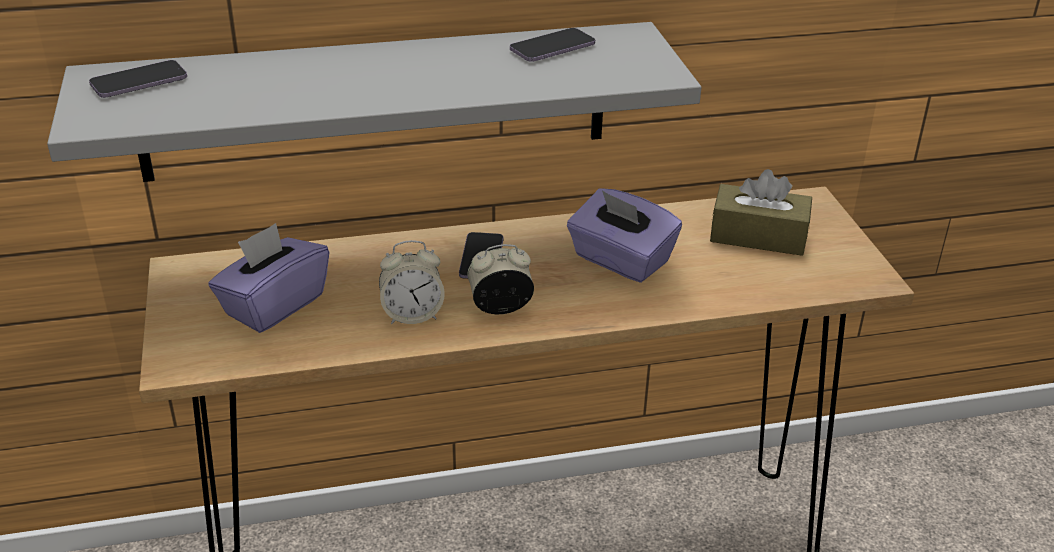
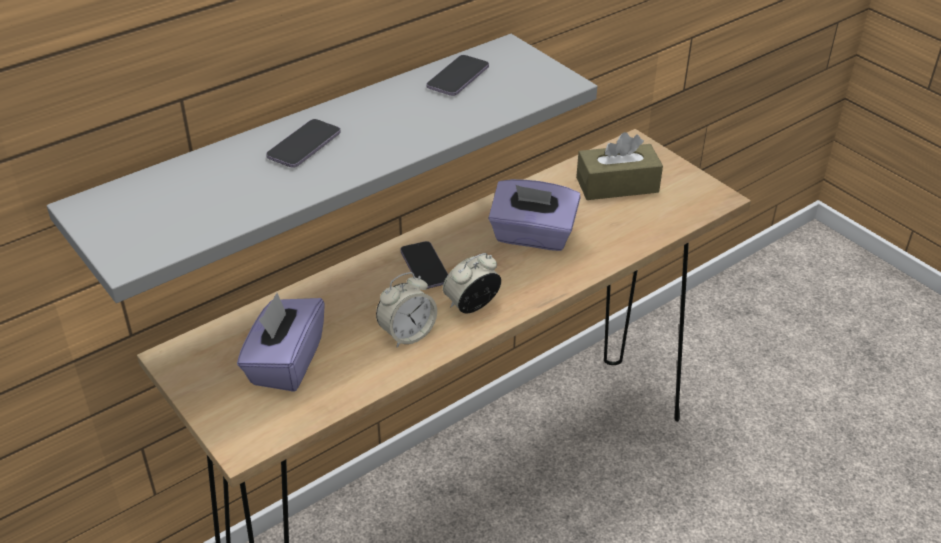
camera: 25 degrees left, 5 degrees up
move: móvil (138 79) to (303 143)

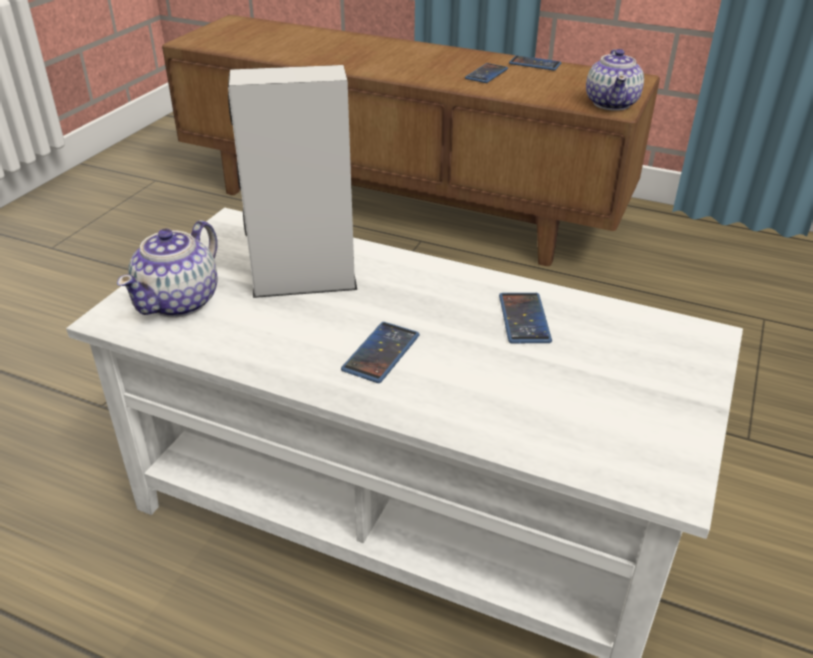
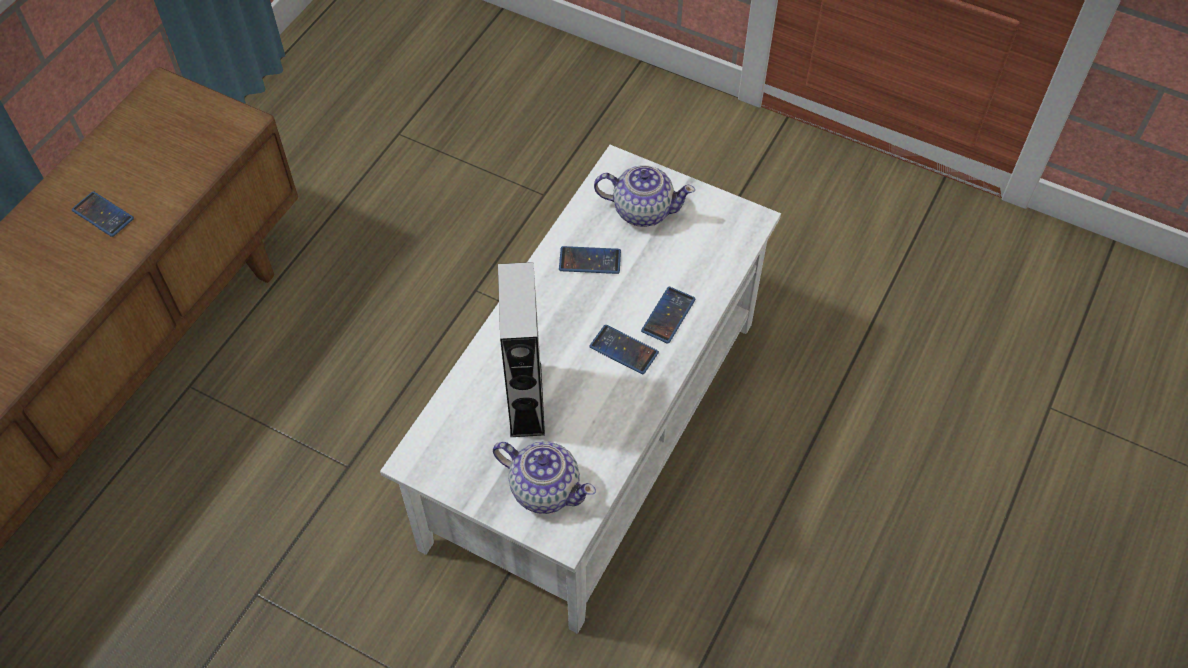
camera: 85 degrees left, 20 degrees up
move: móvil (535 63) to (668 315); tetera (615 80) to (644 196)

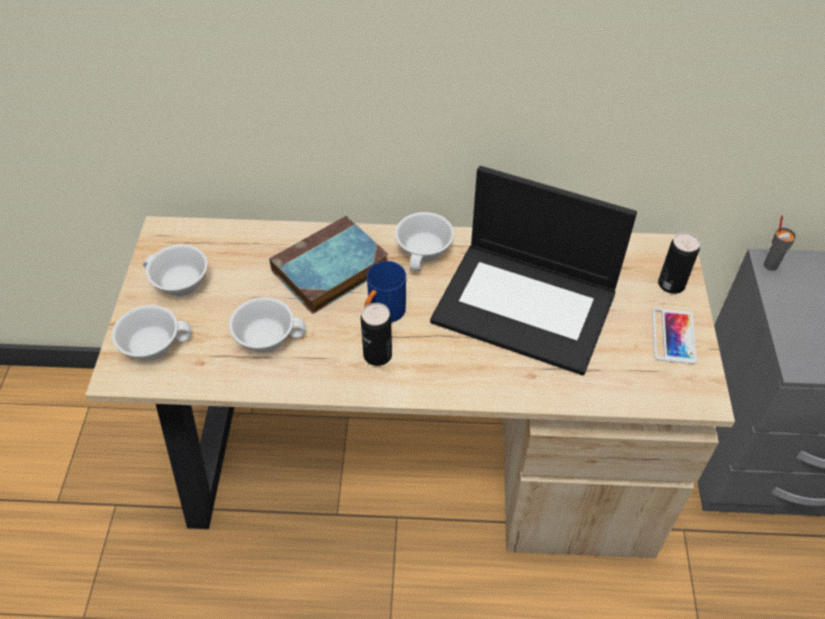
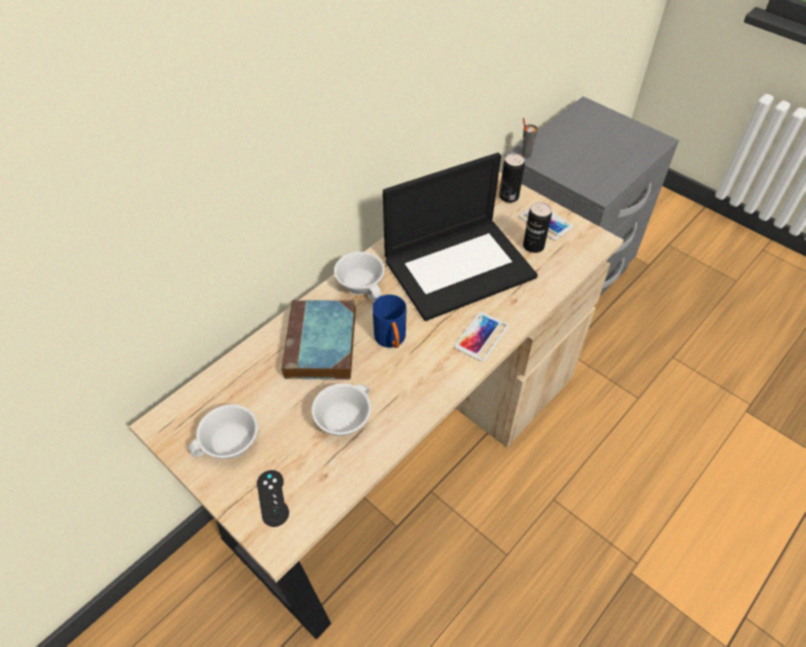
camera: 50 degrees left, 0 degrees up
insert: móvil (481 337)
move: lata (376 334) to (537 227)
replace: taza (blanco) (151 333) to mando de consola (negro) (273 498)

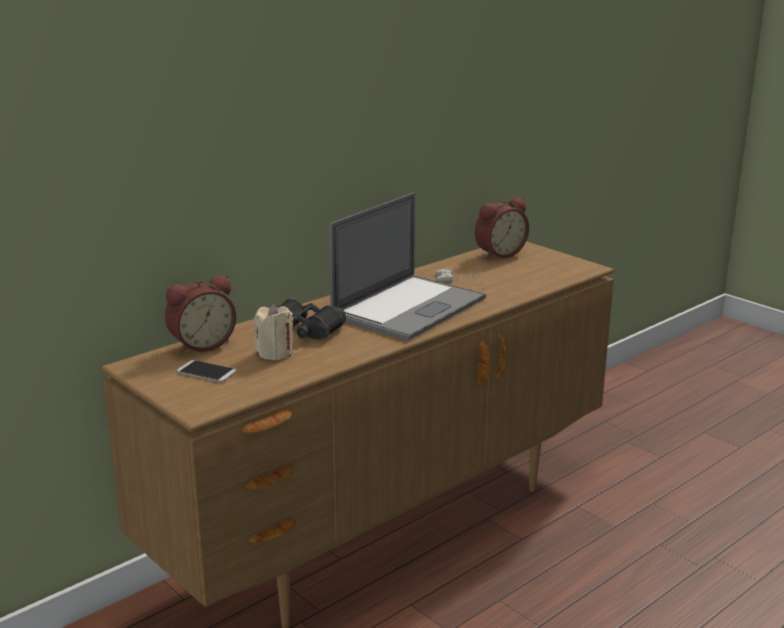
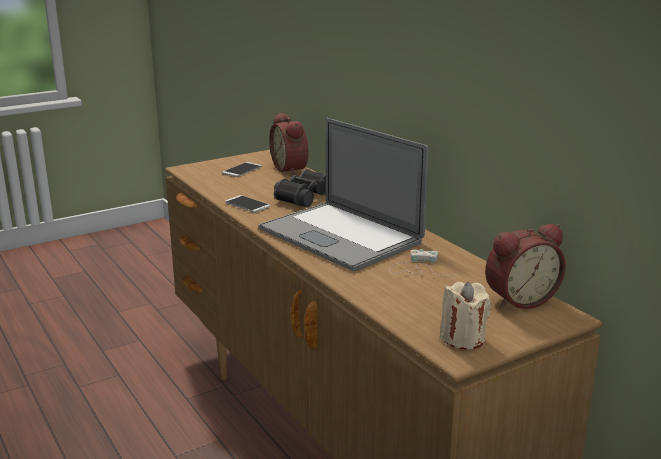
camera: 100 degrees right, 0 degrees up
insert: móvil (247 204)
move: vela (beis) (274 332) to (465 316)
rotate: despertador (502 228) = (525 266) 90 degrees counterclockwise

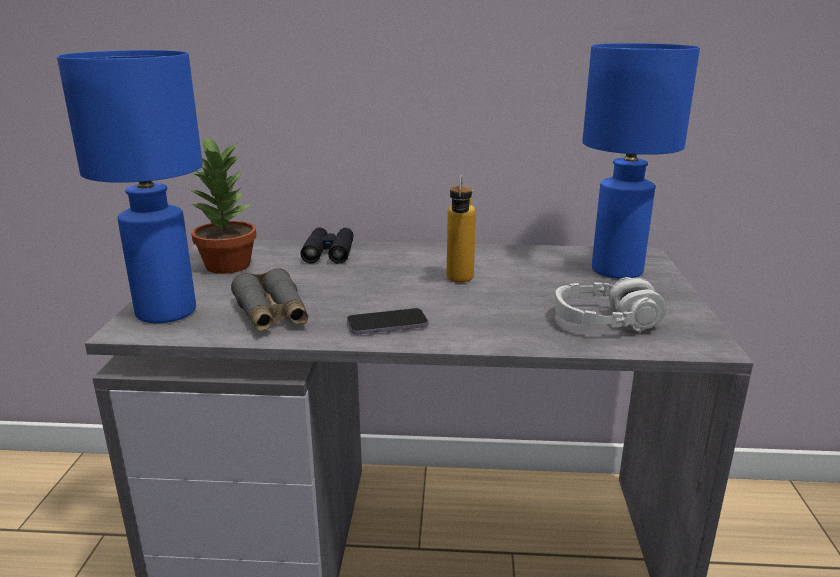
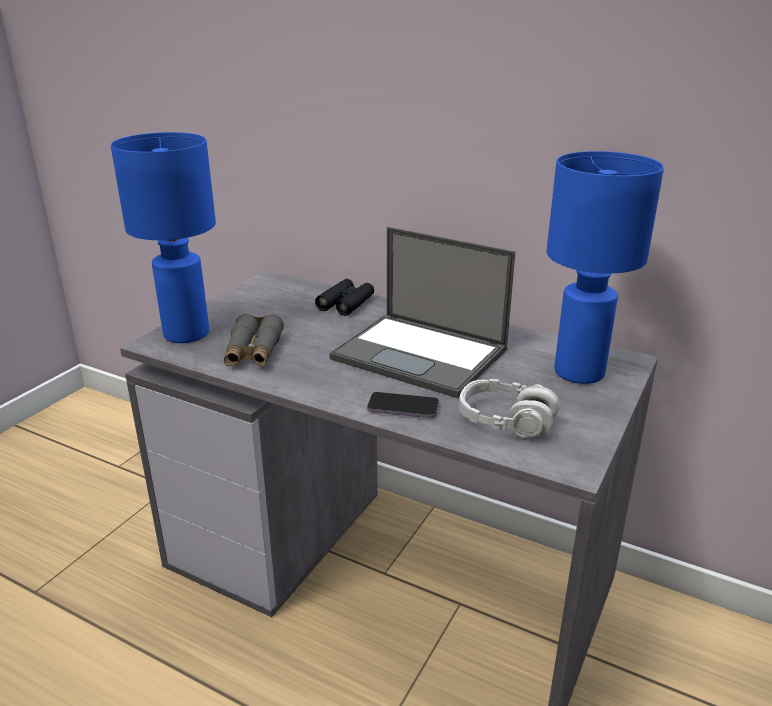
camera: 25 degrees right, 5 degrees up
delete: planta en maceta (223 205)
move: móvil (387 321) to (403 405)
replace: botella (461 229) to portátil (422 312)

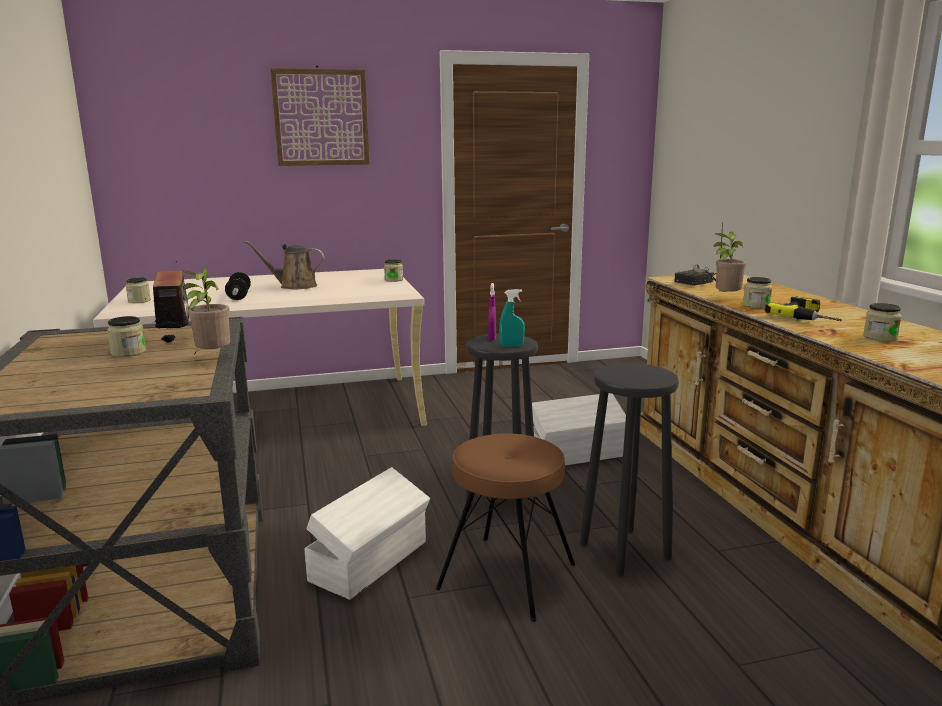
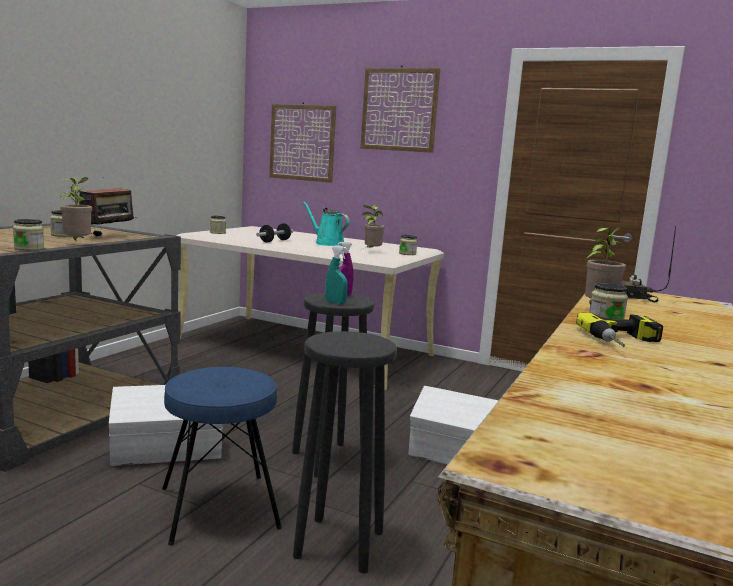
camera: 40 degrees right, 5 degrees down
insert: cuadro (302 142); planta en maceta (373 226)
move: tarro (882 322) to (28 235)
recolor: regadera (marrón) (284 265) to regadera (turquesa) (326 224); taburete (marrón) (505 527) to taburete (azul) (222 456)

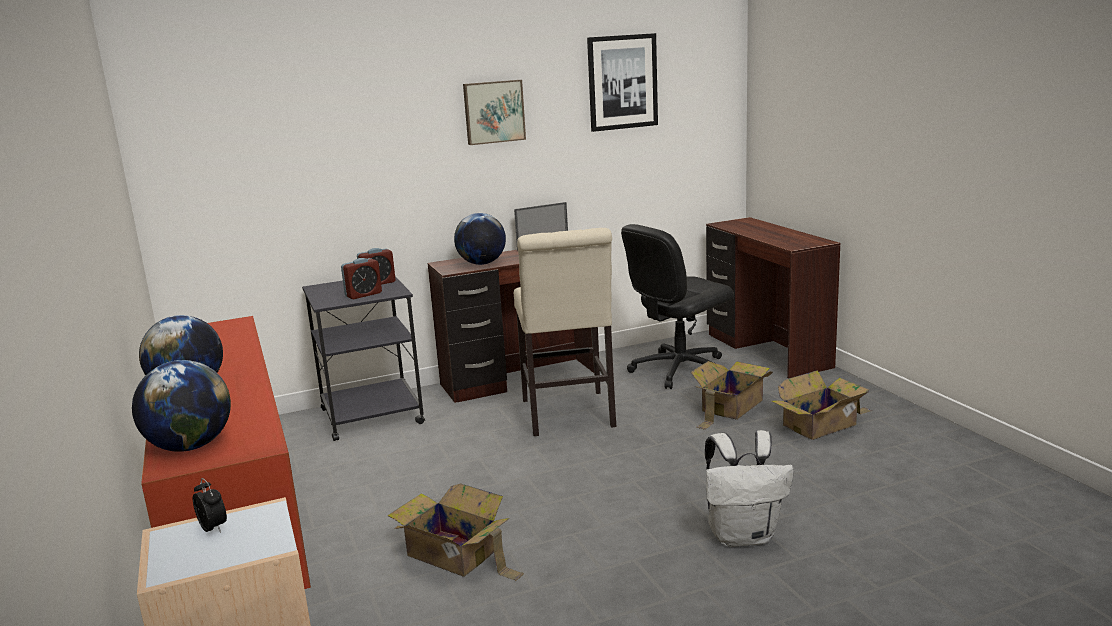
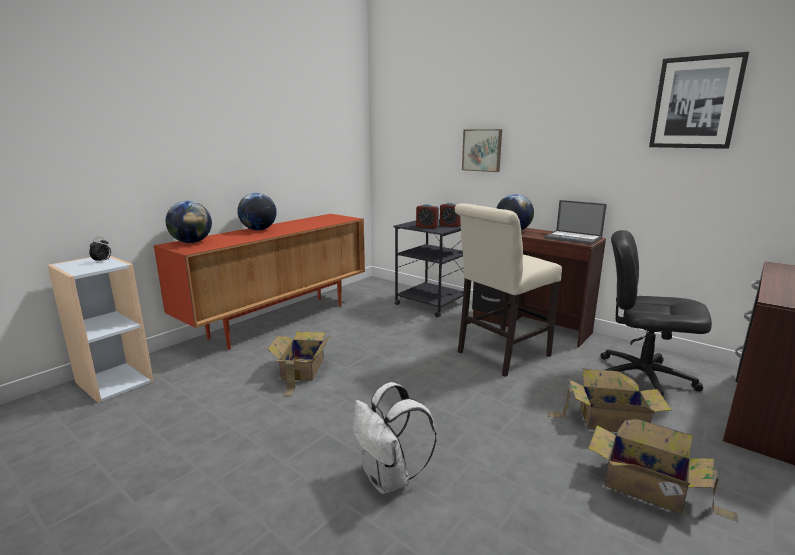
camera: 60 degrees right, 0 degrees up
move: cuadro (494 112) to (482 150)

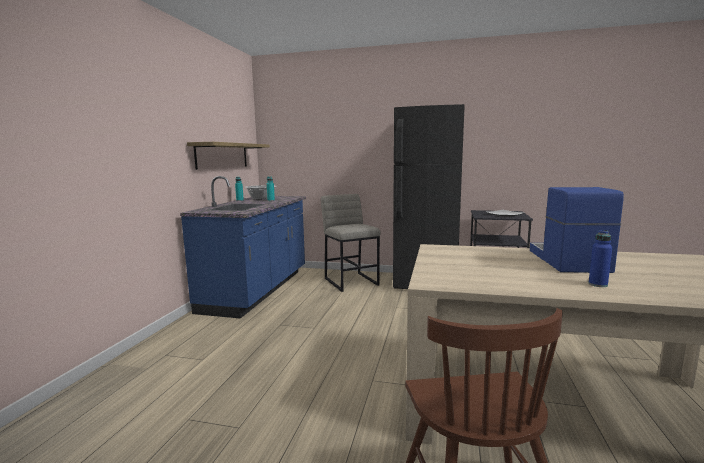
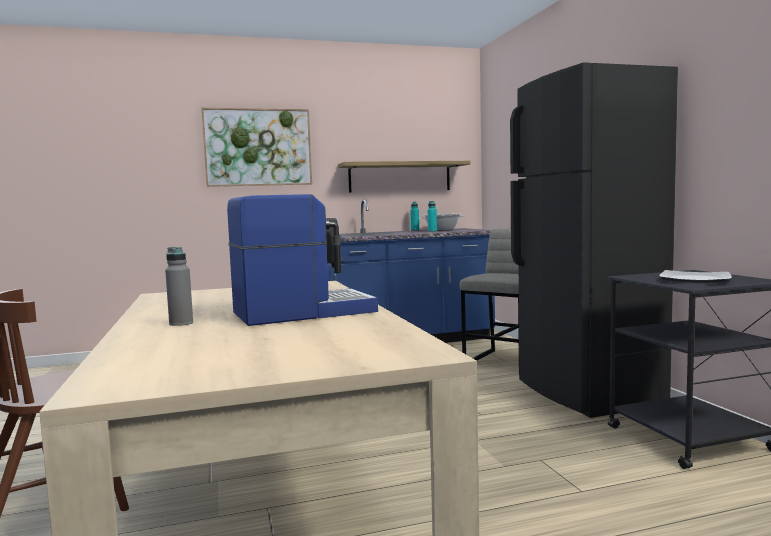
camera: 60 degrees right, 5 degrees down
insert: cuadro (257 147)
recolor: botella (azul) (600 258) to botella (gris) (179 286)

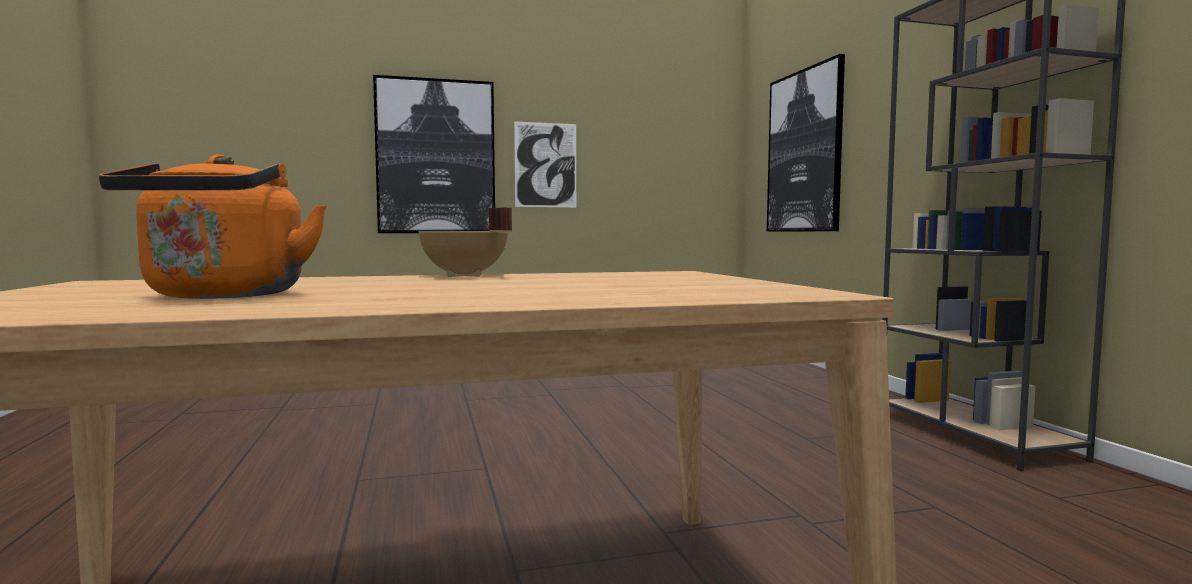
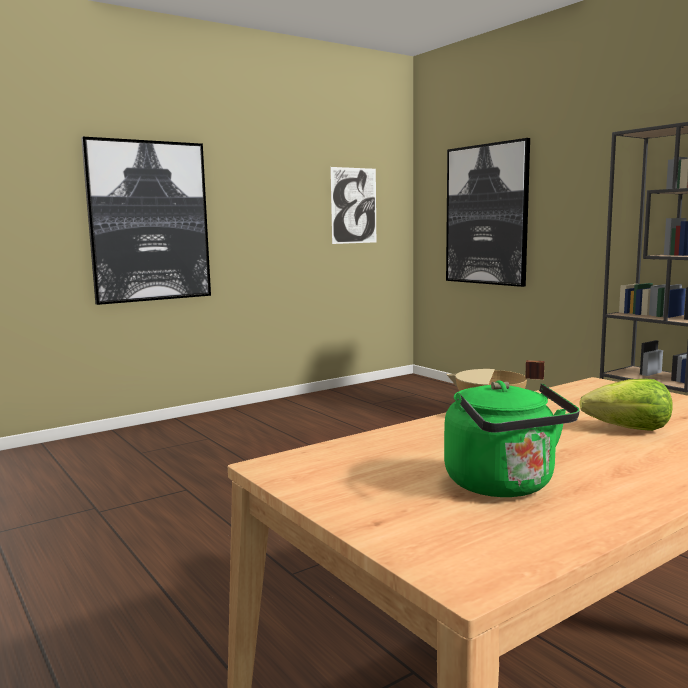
camera: 20 degrees left, 5 degrees up
insert: lechuga (626 405)
move: cuadro (545 164) to (353 205)
recolor: hervidor (naranja) (213 226) to hervidor (verde) (511 439)

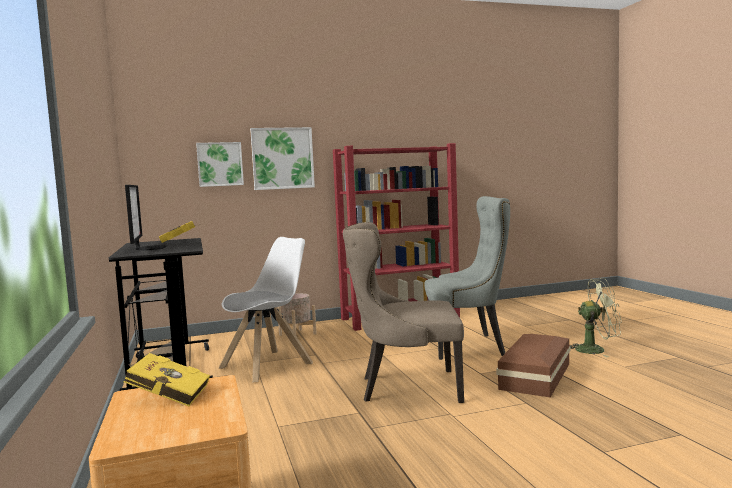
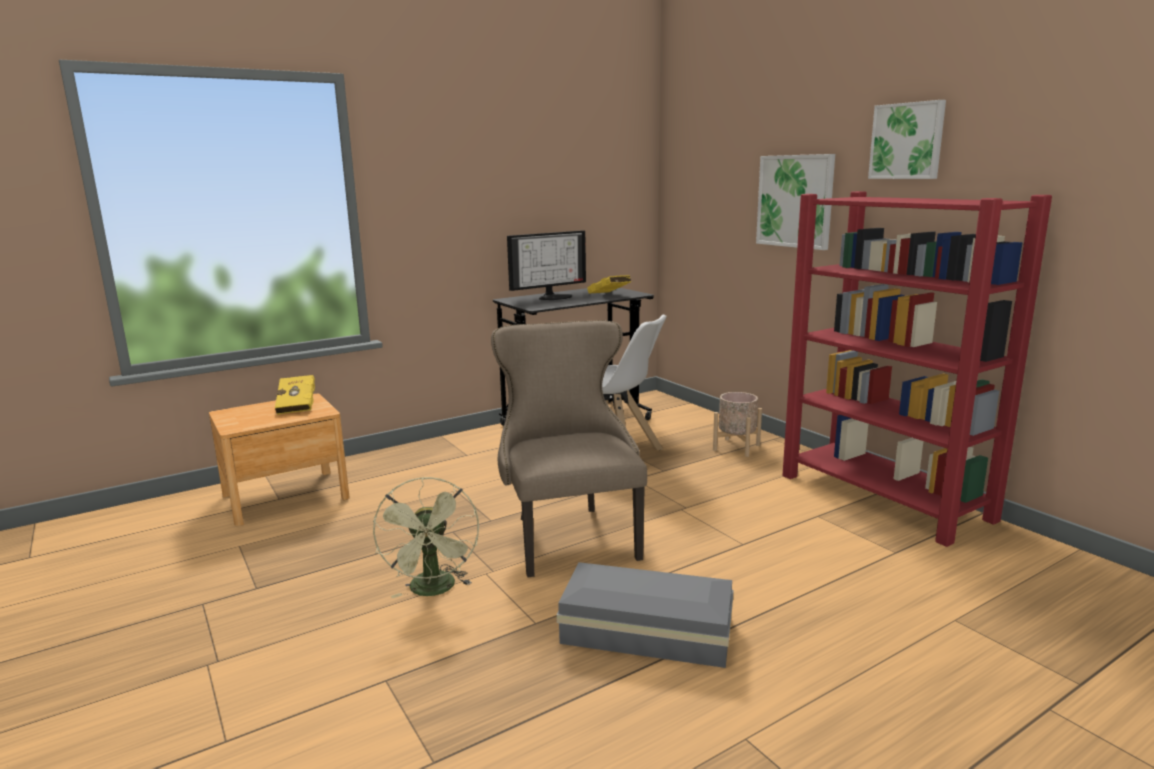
camera: 75 degrees right, 10 degrees up
delete: silla (gris) (467 278)
move: cuadro (220 164) to (907 139); ventilador (verde) (596 317) to (426 537)
recolor: caja de almacenaje (marrón) (533 366) to caja de almacenaje (gris) (645 615)

